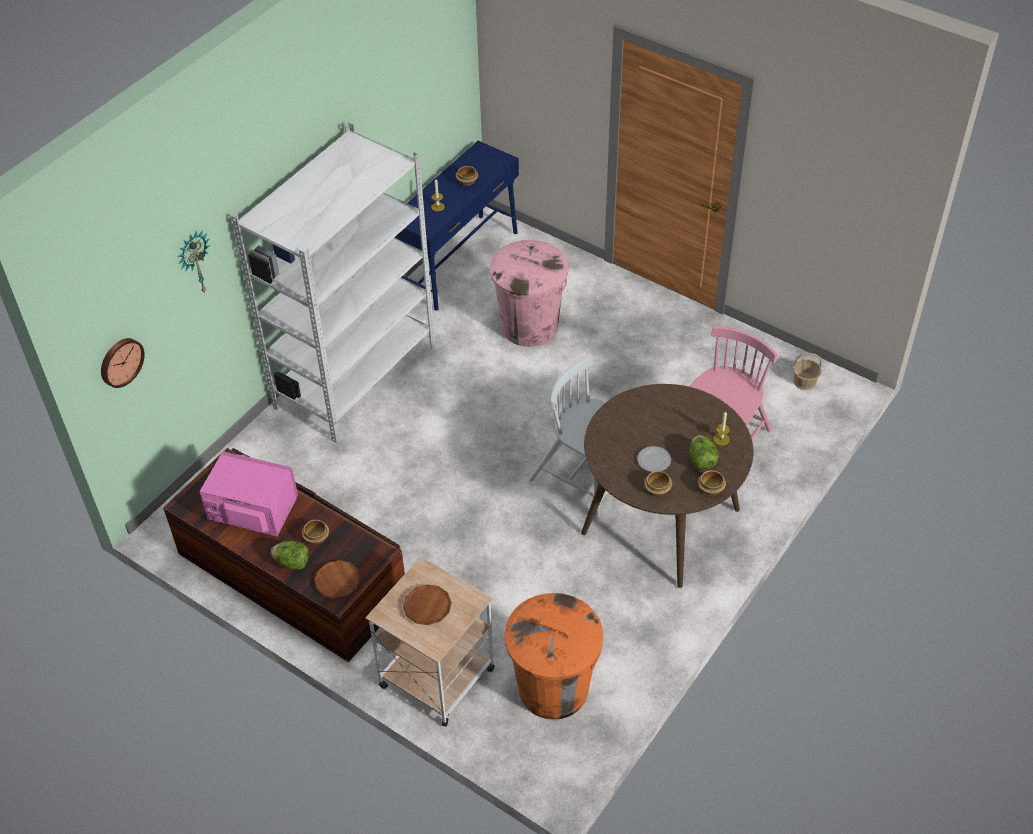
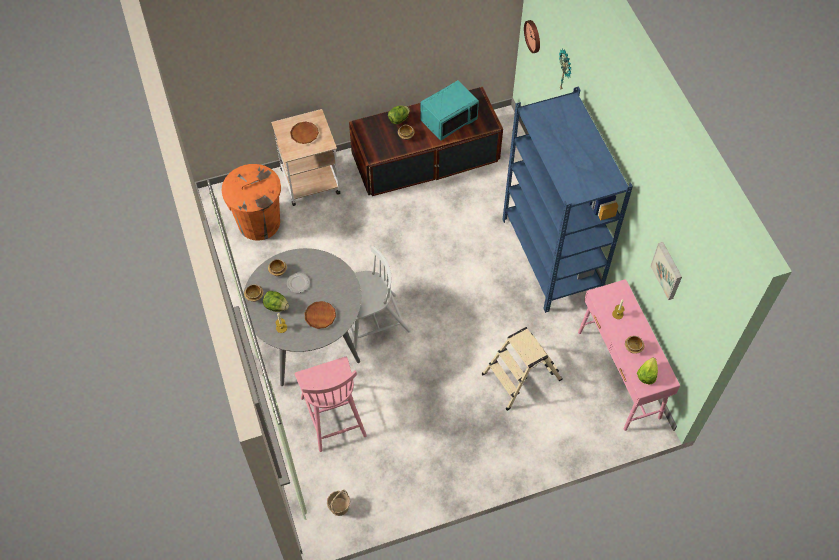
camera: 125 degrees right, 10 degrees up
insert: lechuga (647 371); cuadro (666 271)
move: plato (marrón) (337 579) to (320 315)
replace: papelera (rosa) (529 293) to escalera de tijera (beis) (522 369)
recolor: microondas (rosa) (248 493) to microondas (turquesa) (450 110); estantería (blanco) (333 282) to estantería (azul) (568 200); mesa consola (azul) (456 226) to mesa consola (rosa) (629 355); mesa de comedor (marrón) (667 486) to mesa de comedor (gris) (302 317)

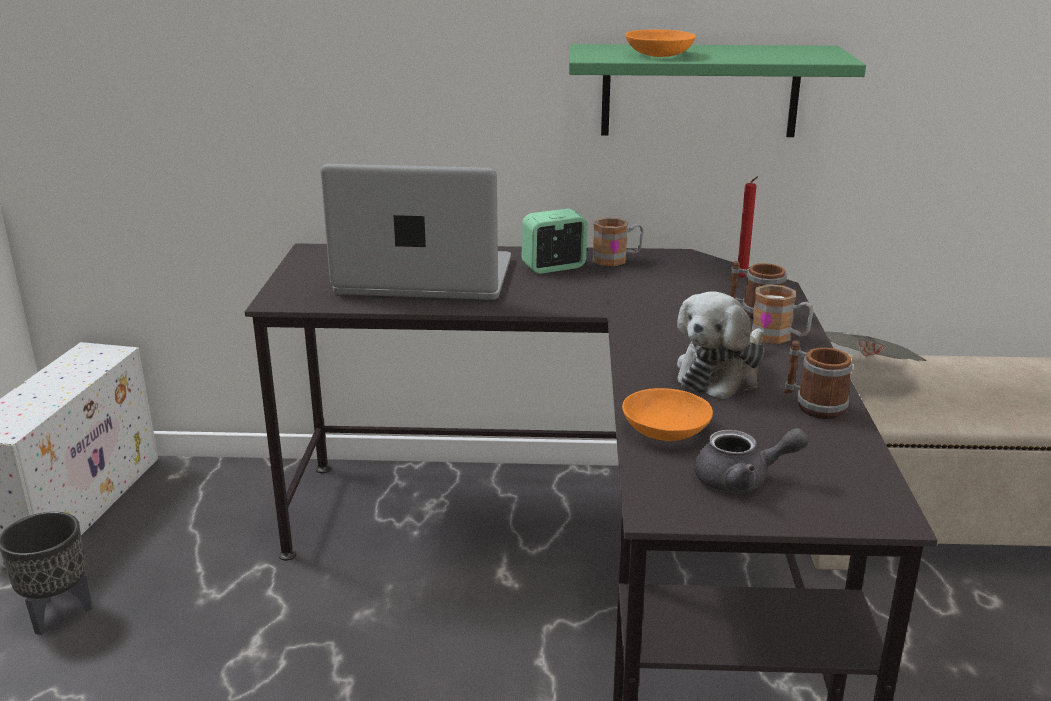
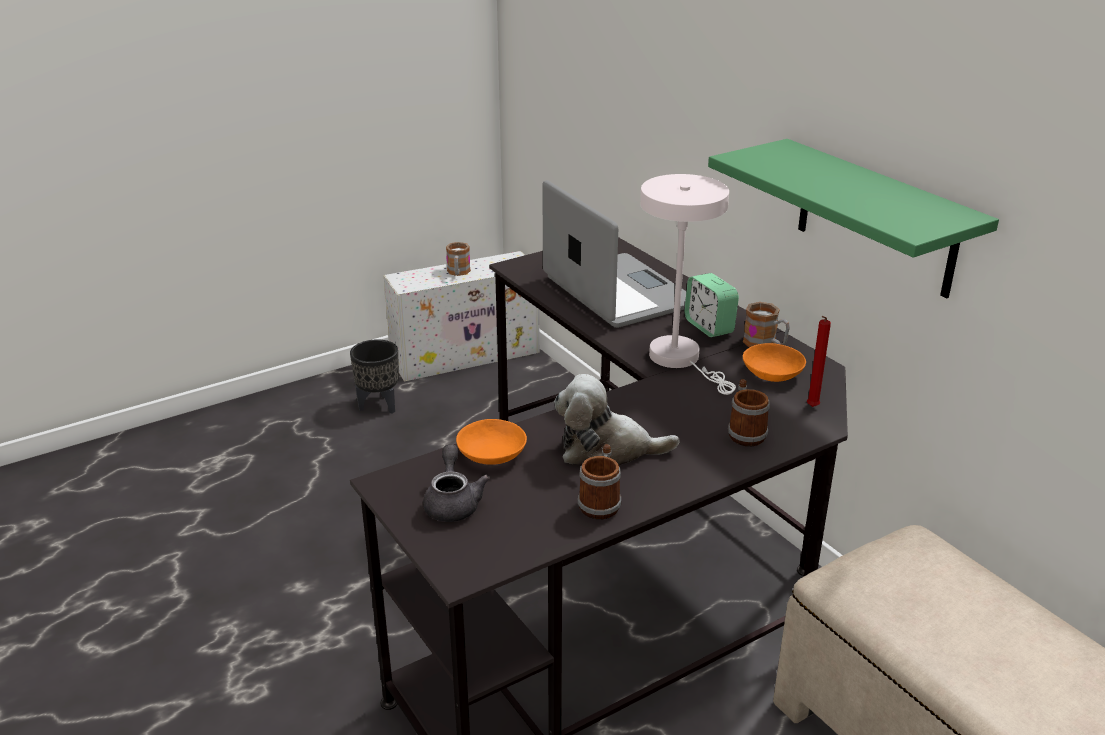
camera: 55 degrees right, 5 degrees up
delete: periódico (876 346)
insert: lámpara de mesa (blanco) (688 284)
move: cuenco (naranja) (660 43) to (774 362); taza grande (782 314) to (458 259)
rotate: despertador (555 241) = (711 305) 150 degrees counterclockwise; tetera (gris) (751 460) = (456 483) 150 degrees counterclockwise

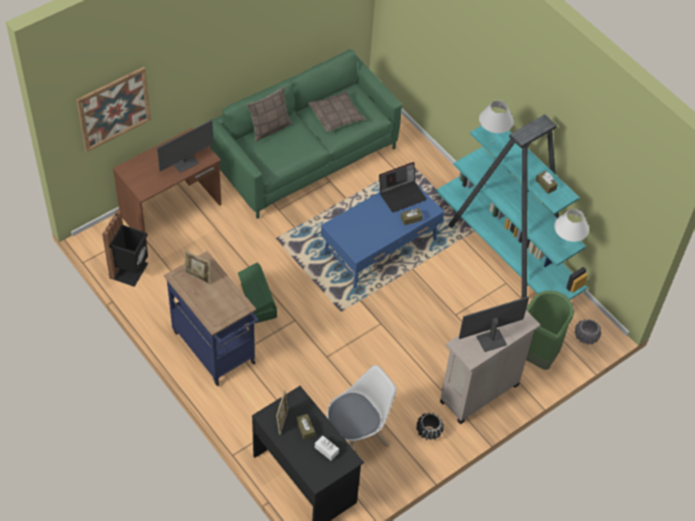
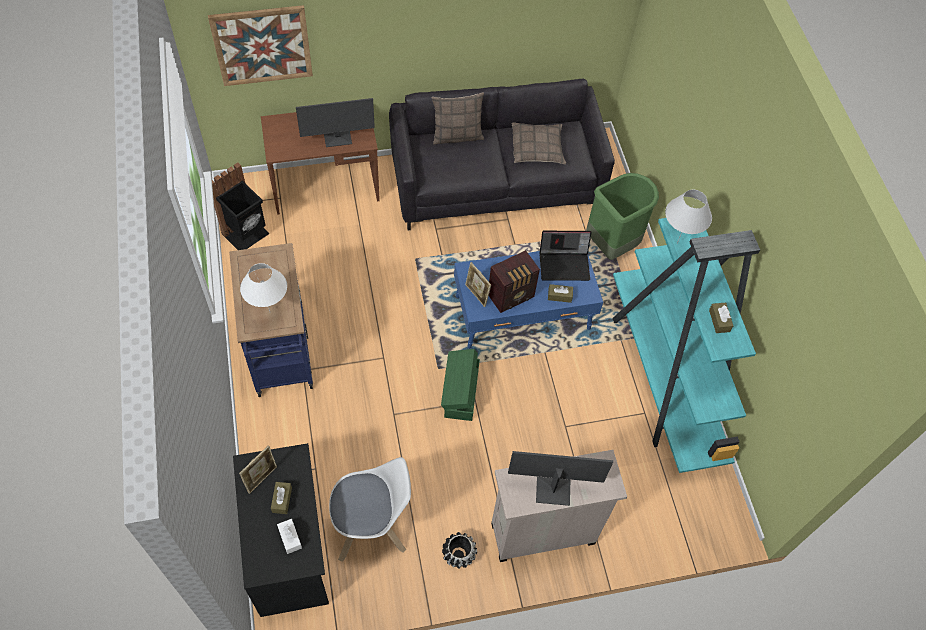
camera: 25 degrees right, 5 degrees up
delete: maceta (gris) (588 332)
insert: radio (514 281)
move: portarretratos (198 267) to (478 284); caja de almacenaje (verde) (257 293) to (460 385); papelera (verde) (550 330) to (622 216); lámpara de mesa (blanco) (571 229) to (263 287)
recolor: sofá (verde) (306 134) to sofá (negro) (502 154)

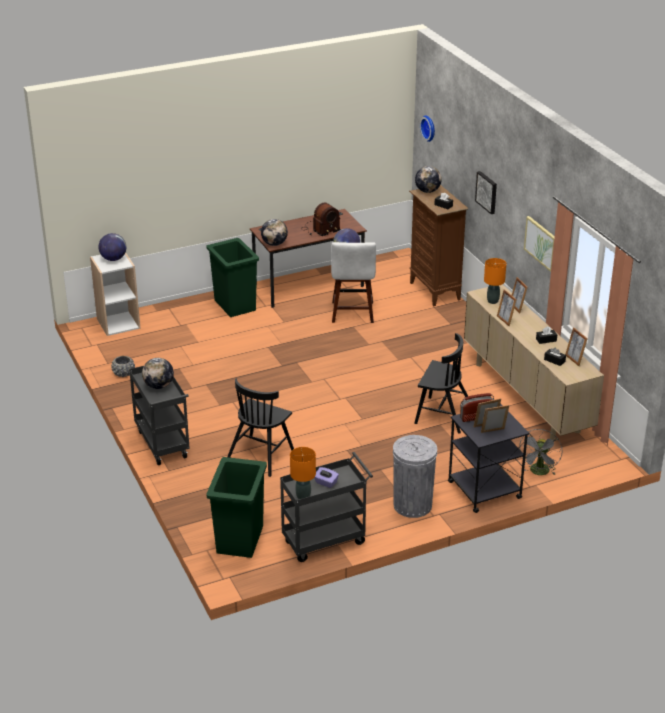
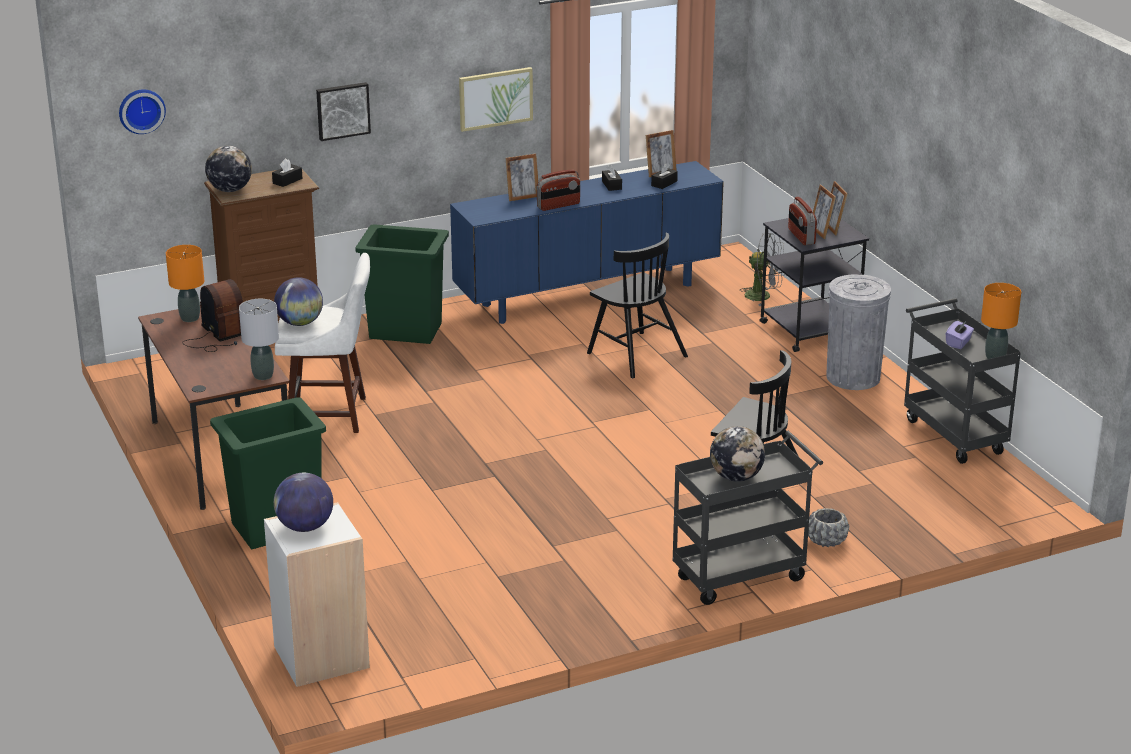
camera: 90 degrees left, 5 degrees down
move: maceta (gris) (123 366) to (828 527); papelera (verde) (236 507) to (402 284); lámpara de mesa (naranja) (495 281) to (185 283)
replace: globo terráqueo (274 232) to lámpara de mesa (gris) (259 339); portarretratos (507 307) to radio (558 190)
recolor: armario (beis) (534 362) to armario (azul) (587 242)
rotate: silla (negro) (441 383) = (637 305) 120 degrees clockwise

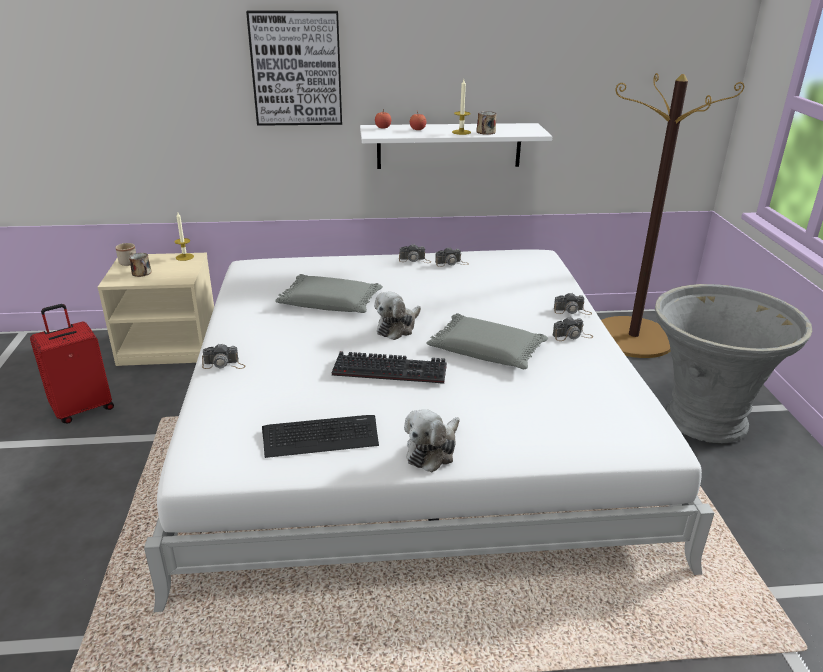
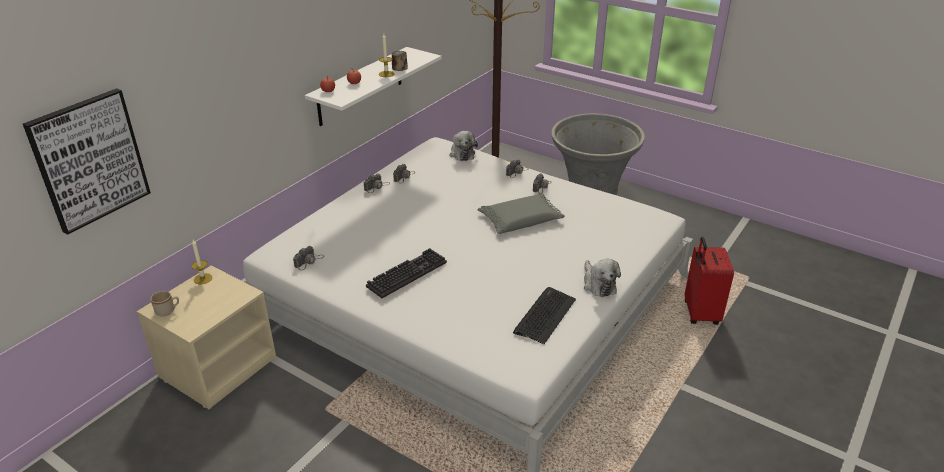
camera: 50 degrees left, 5 degrees up
delete: taza grande (140 265); cojín (gris) (329 293)
move: maleta (rojo) (72 363) to (709 281); cámara (223 356) to (308 258); cuadro (294 68) to (87 161); teclado (389 367) to (406 273); peluche (397 316) to (464 146)

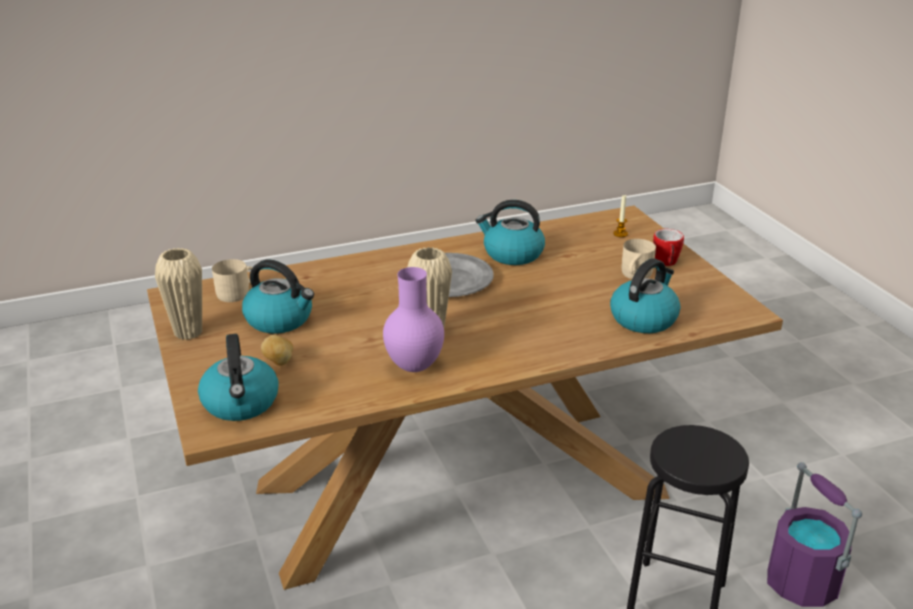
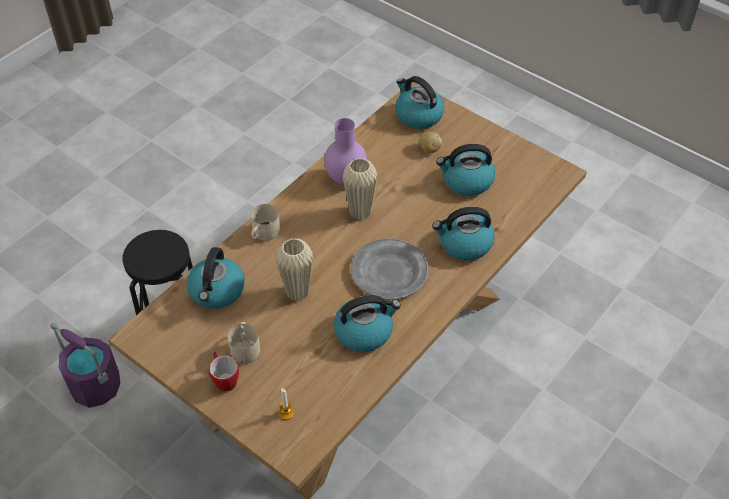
camera: 150 degrees right, 20 degrees up
insert: hervidor (463 233)
move: florero (beis) (178 294) to (294 269); taza grande (beis) (232 280) to (265 222)

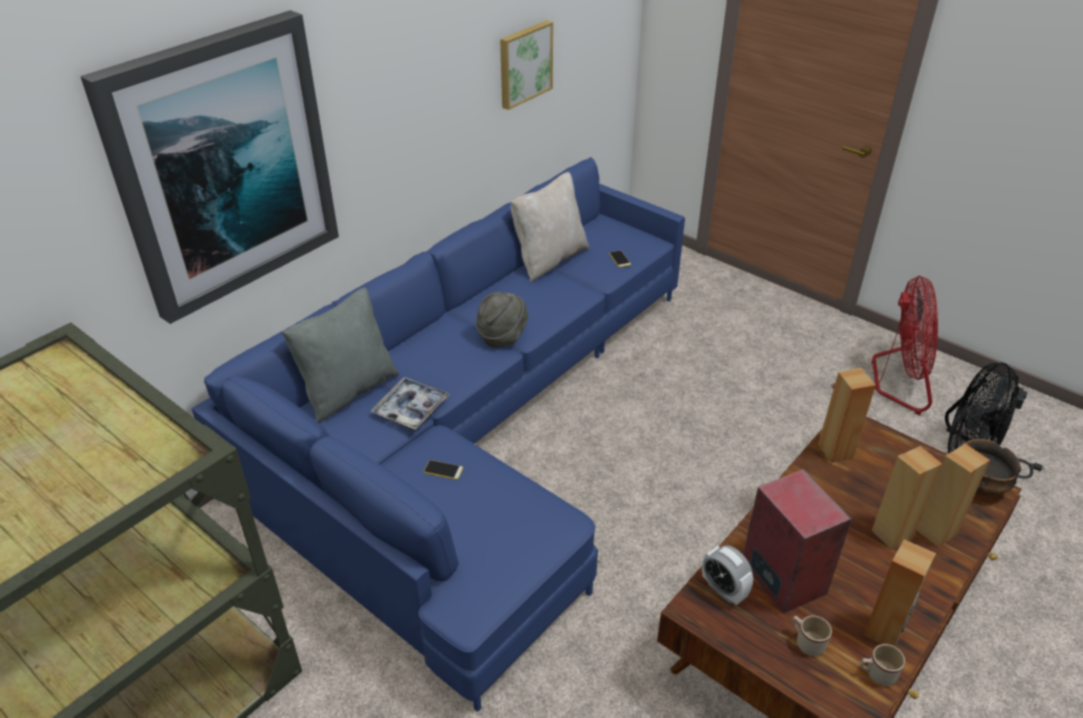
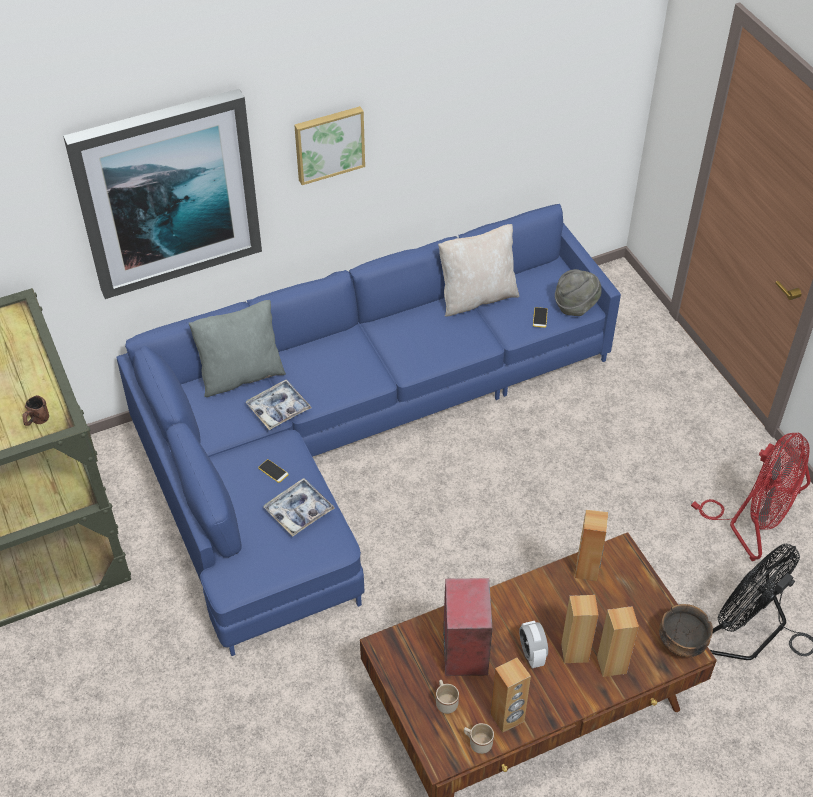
camera: 25 degrees right, 10 degrees up
insert: taza grande (marrón) (36 410); bandeja (299 507)
move: sombrero (gris) (502 320) to (578 292); cuadro (526 65) to (329 145); despertador (727 575) to (533 644)

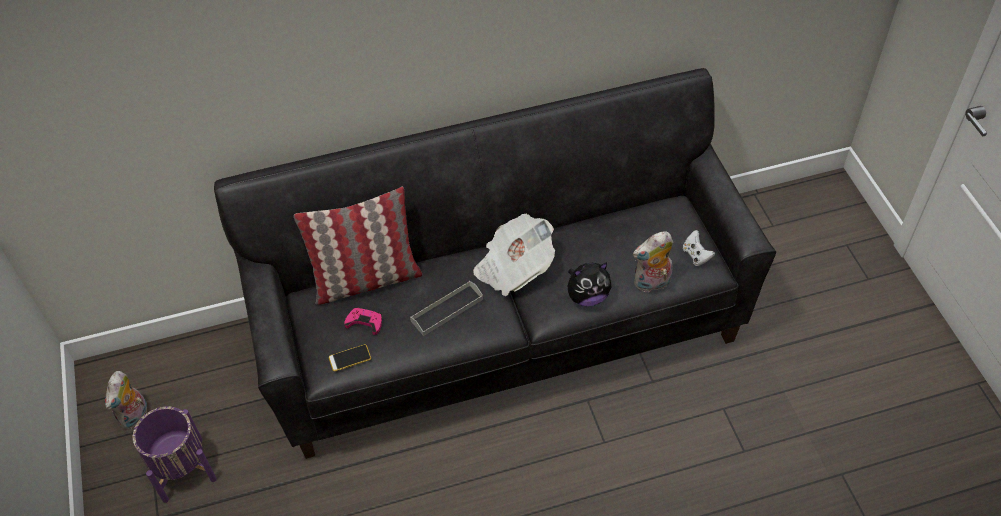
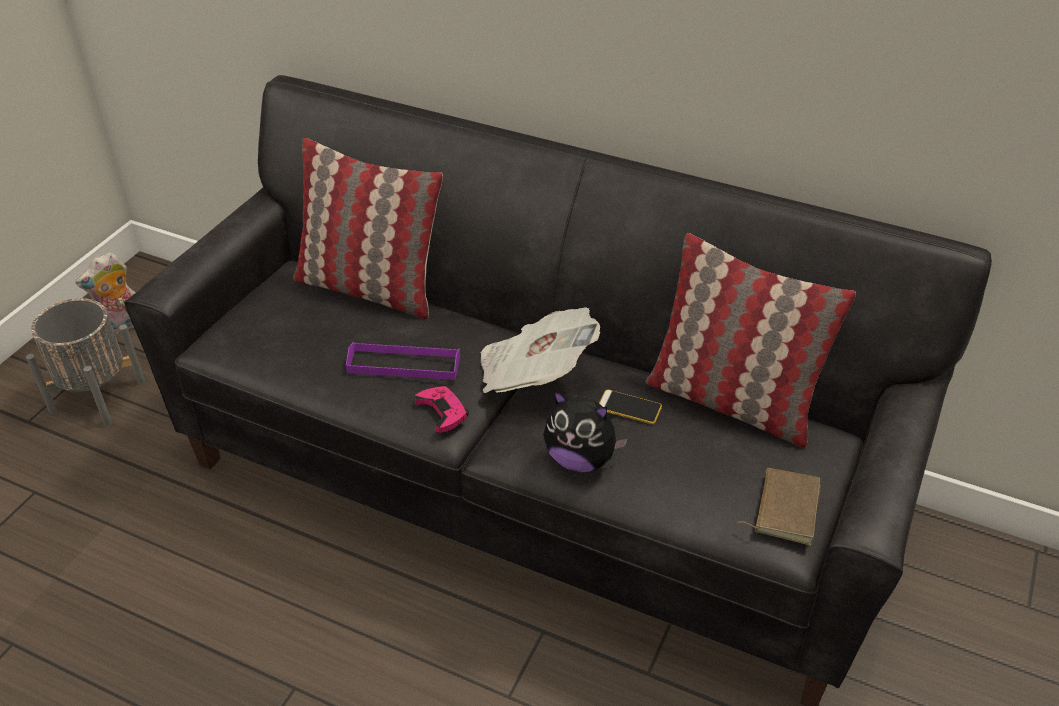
camera: 40 degrees right, 10 degrees down
delete: peluche (653 261)
insert: cojín (750 340)
move: móvil (350 358) to (630 407); mando de consola (rosa) (363 321) to (442 409)
replace: mando de consola (blanco) (699 248) to libro (marrón) (779 506)
recolor: maceta (morado) (175 454) to maceta (gris) (85 362); bandeja (gris) (446 308) to bandeja (morado) (403 361)

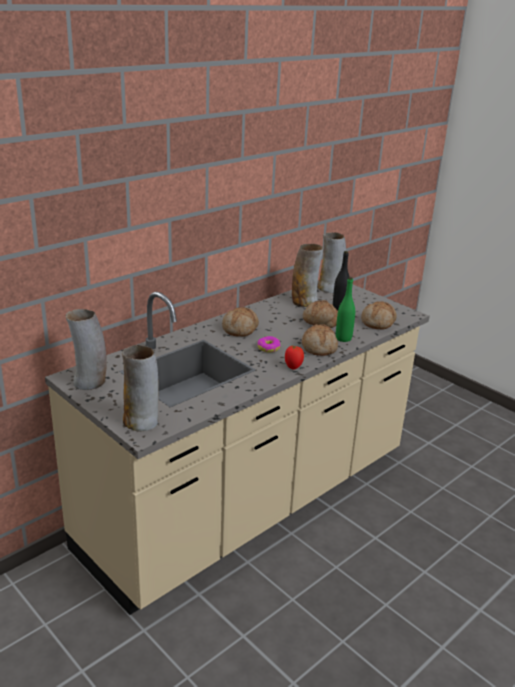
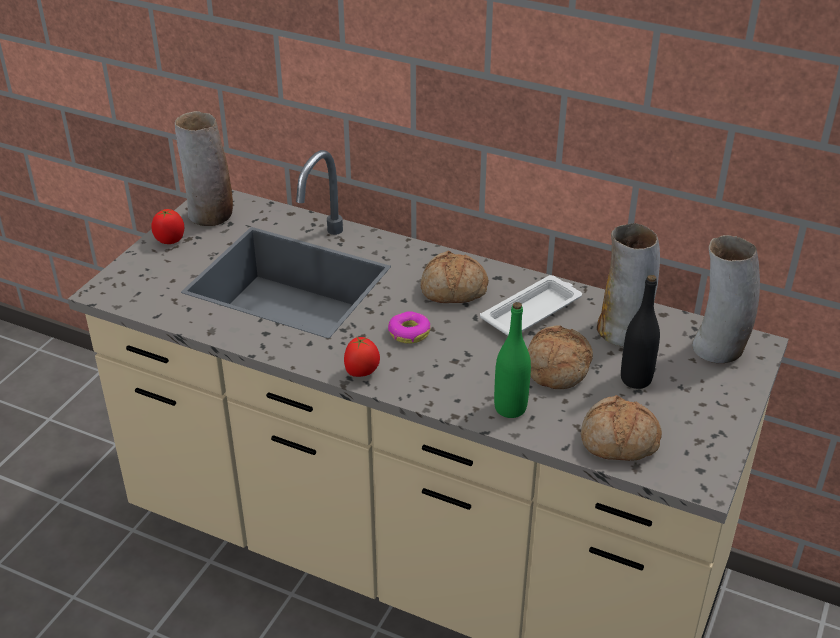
camera: 70 degrees right, 10 degrees up
delete: florero (140 388); pan (320 340)
insert: tomate (167 226); bandeja (blanco) (531 305)

